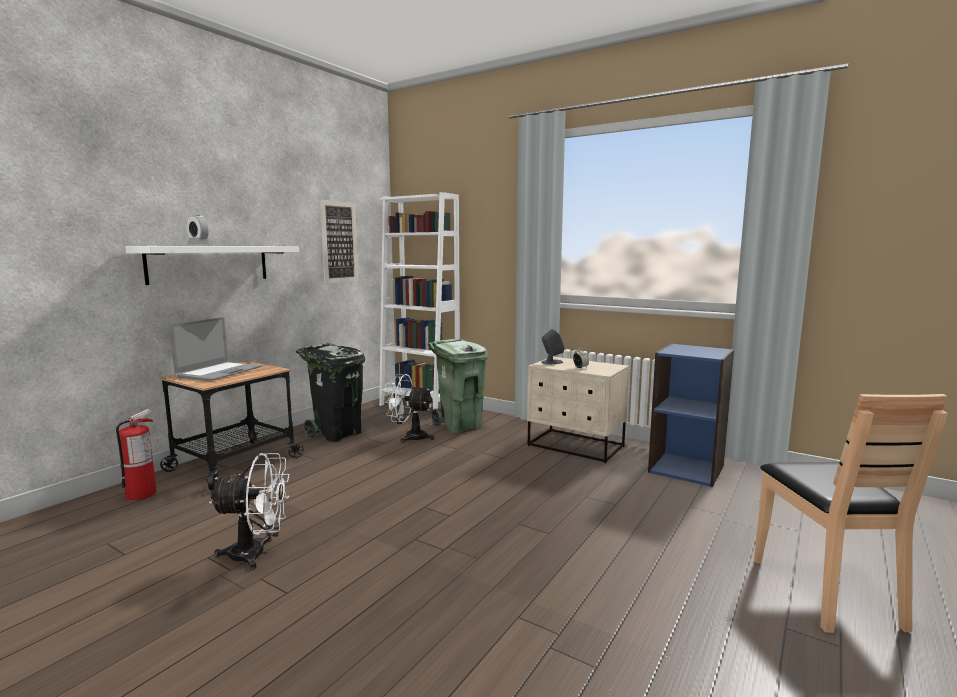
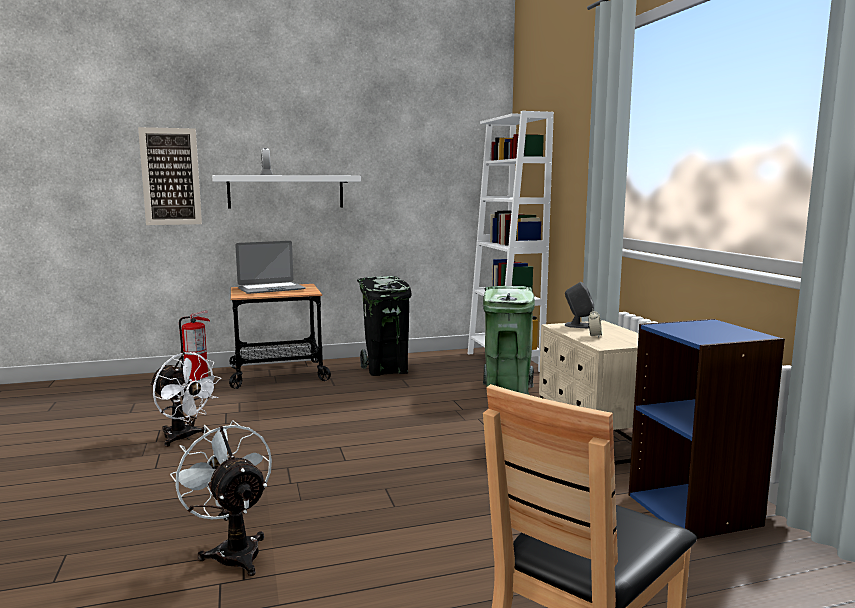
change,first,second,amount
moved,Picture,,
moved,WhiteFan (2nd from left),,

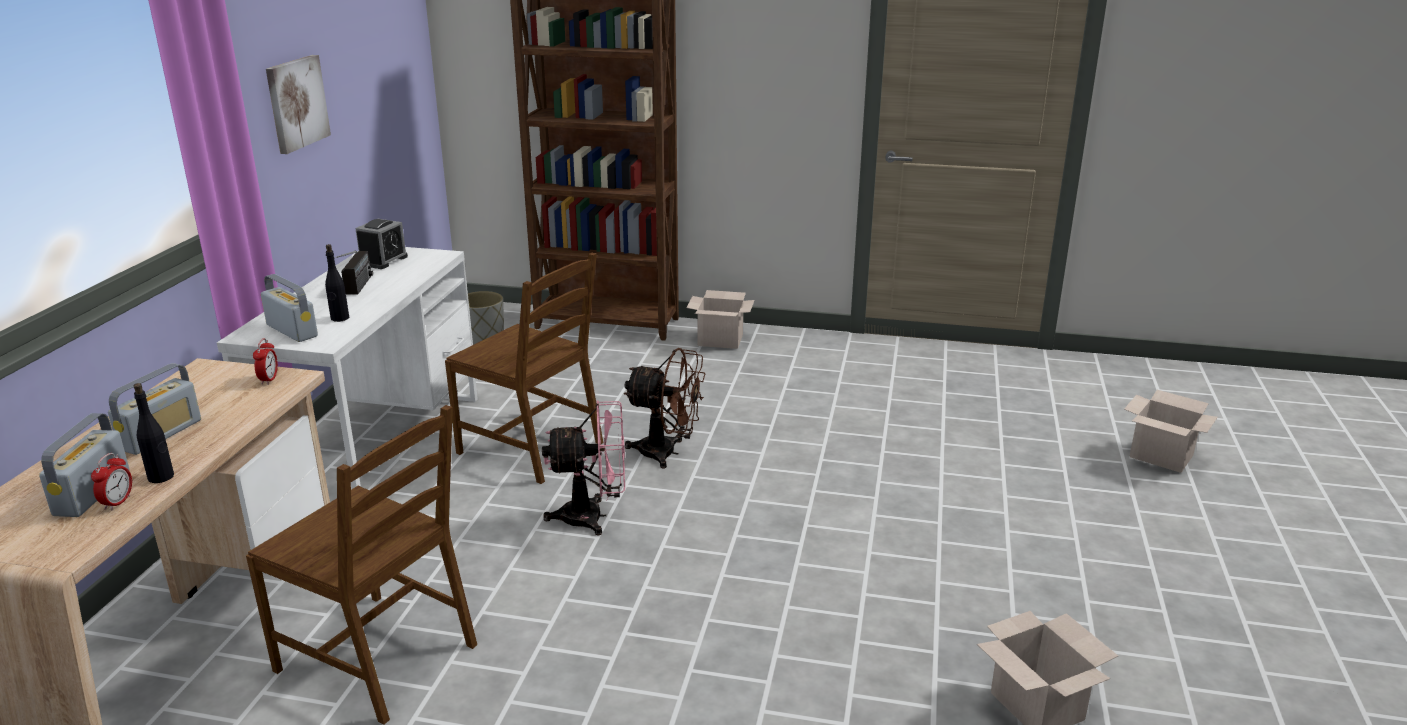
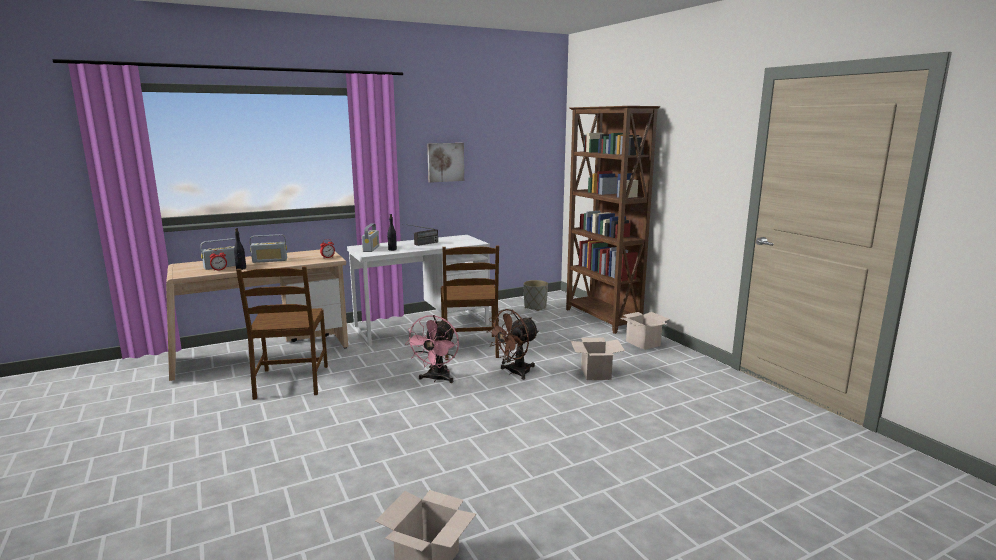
change,first,second,amount
removed,AlarmClock (3rd from left),,
turned,BrownFan,,75 degrees clockwise
moved,CardboardBox (3rd from left in the first image),CardboardBox (2nd from left),
turned,PinkFan,,60 degrees clockwise

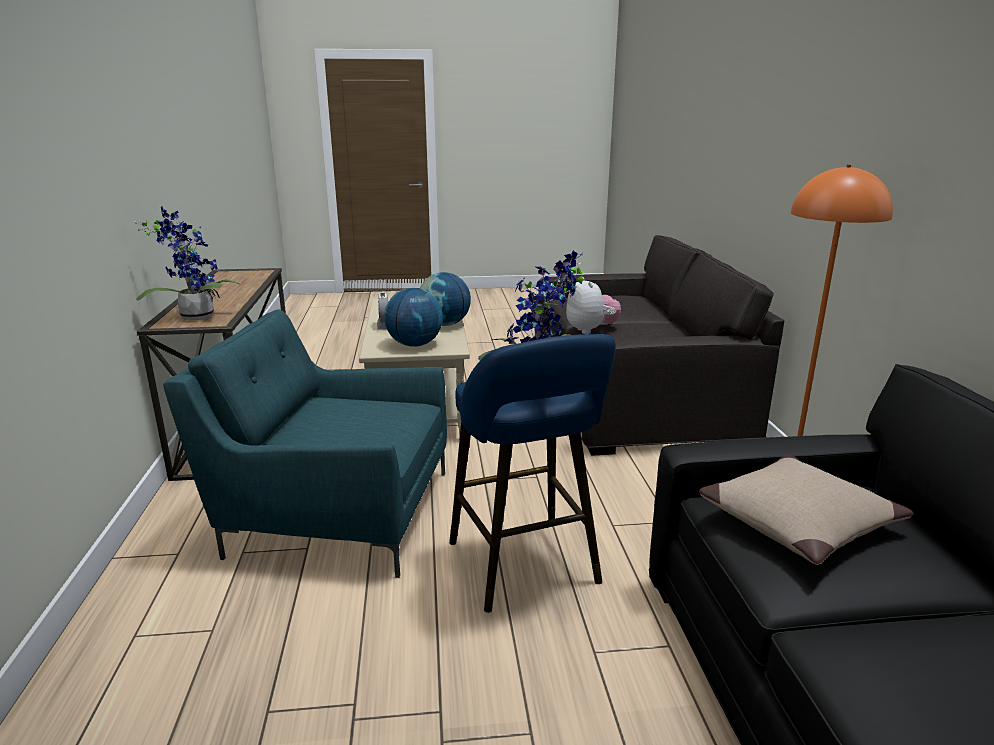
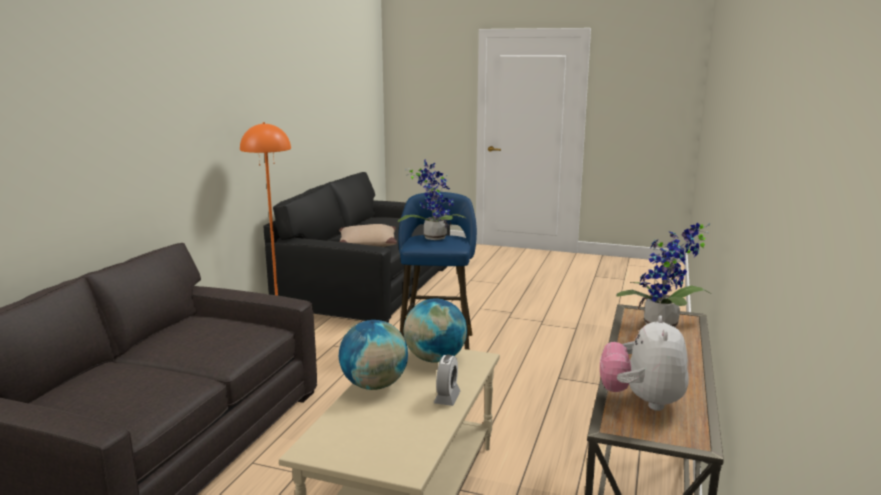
change,first,second,amount
moved,PlushToy,,
removed,TurquoiseArmchair,,

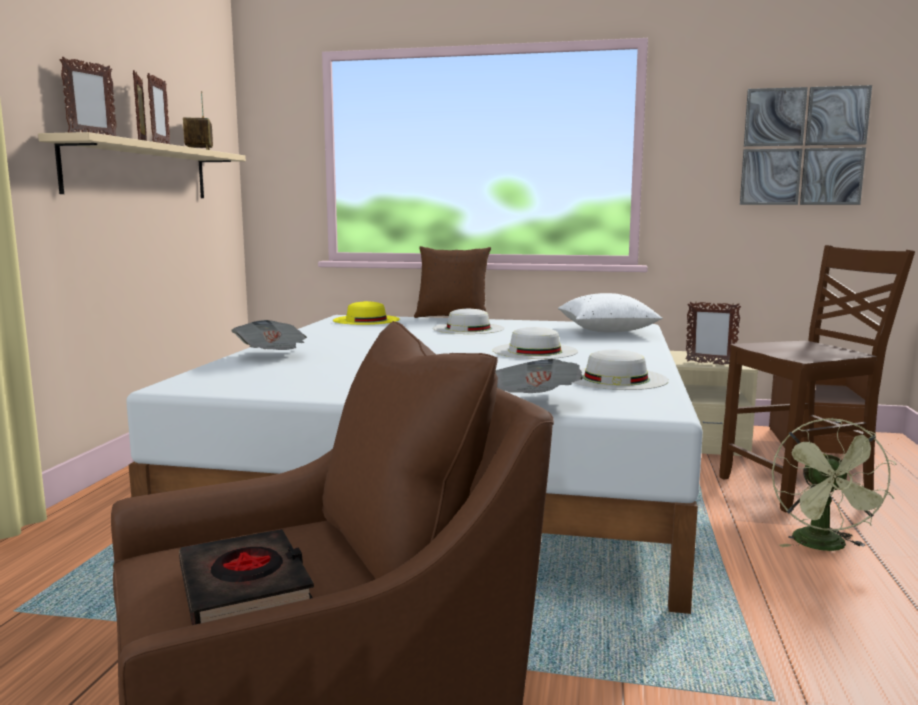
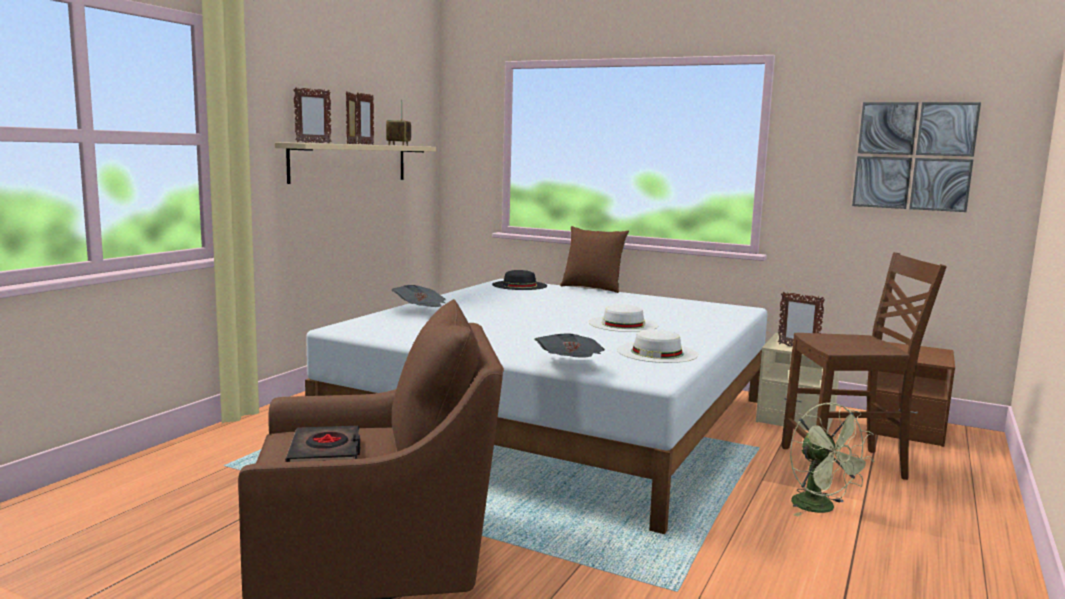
change,first,second,amount
removed,WhitePillow,,
recoloured,YellowHat,BlackHat,
removed,WhiteHat (1st from left),,
turned,GreenFan,,45 degrees counterclockwise

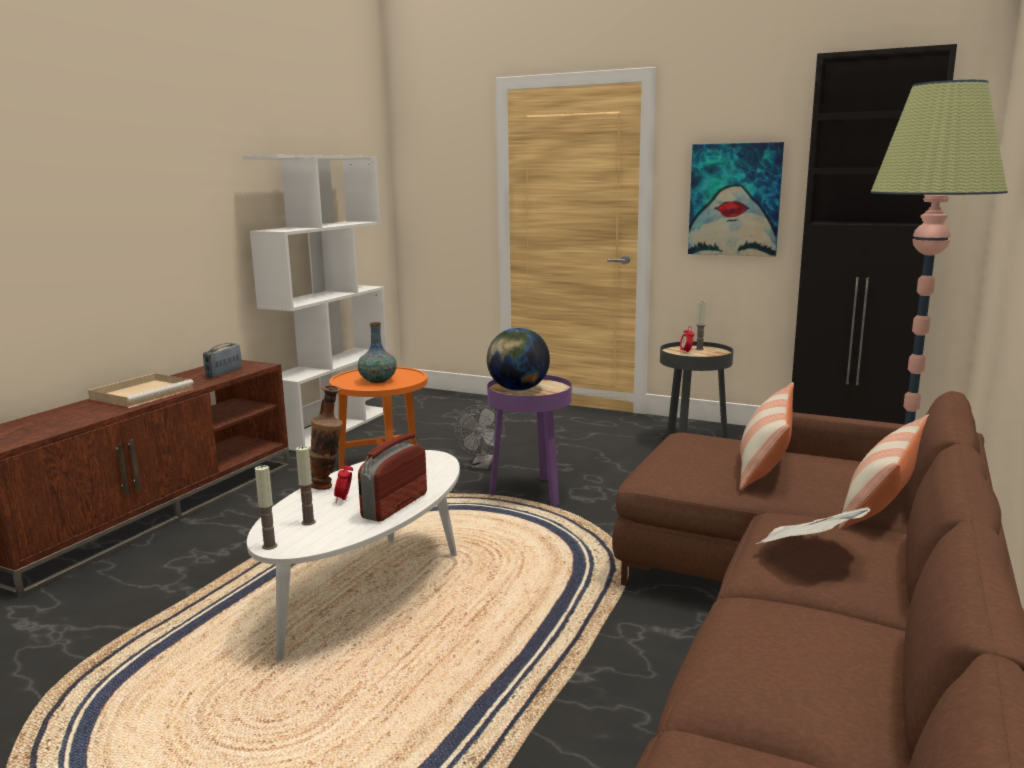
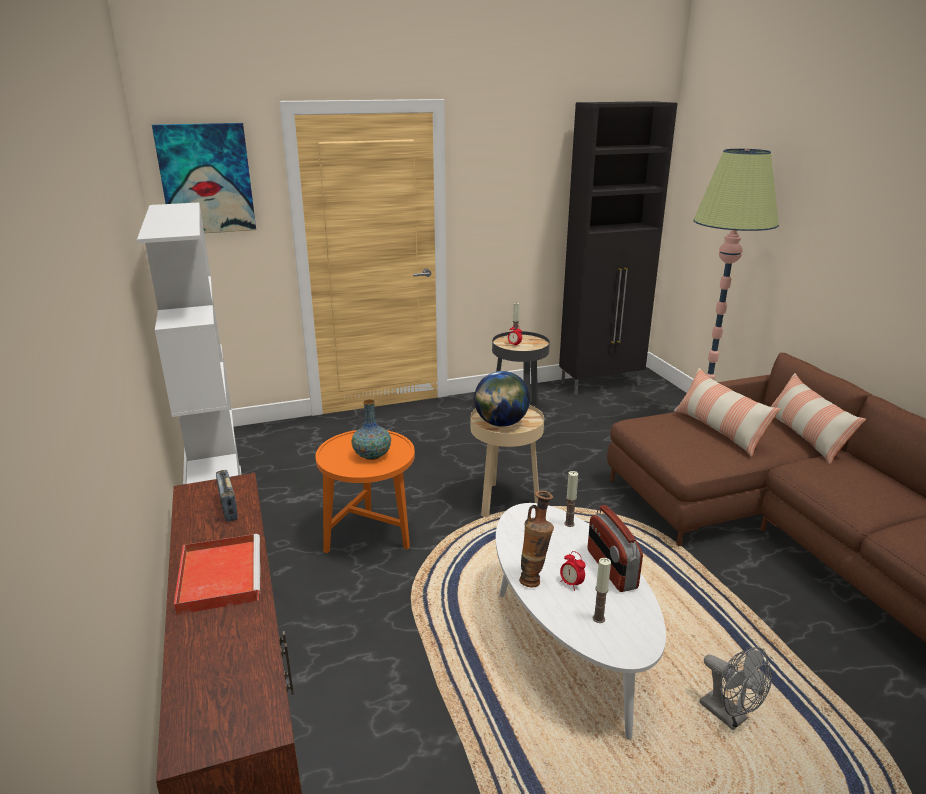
change,first,second,amount
moved,Picture,,
recoloured,BeigeTray,RedTray,
recoloured,PurpleSideTable,BeigeSideTable,
moved,GreyFan,,
moved,Candle (1st from left in the first image),Candle (2nd from left),
removed,Newspaper,,

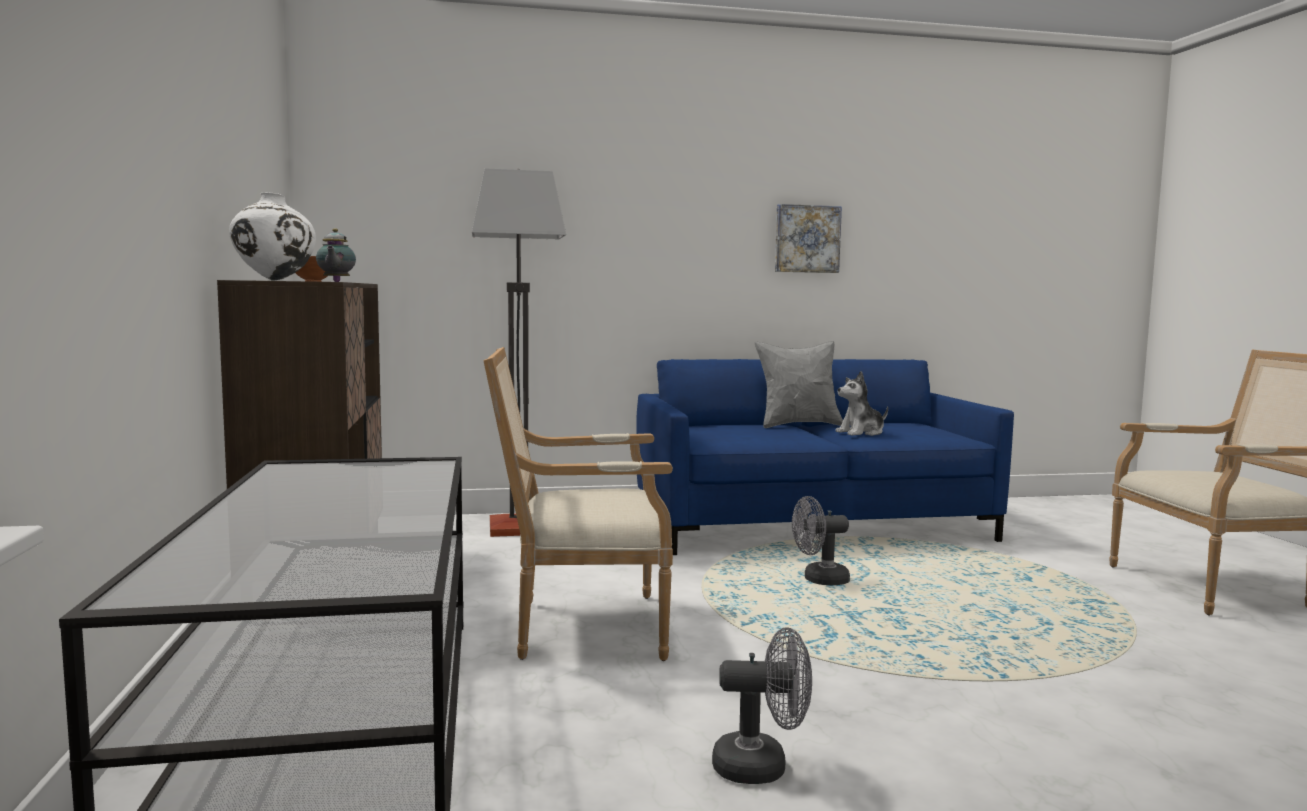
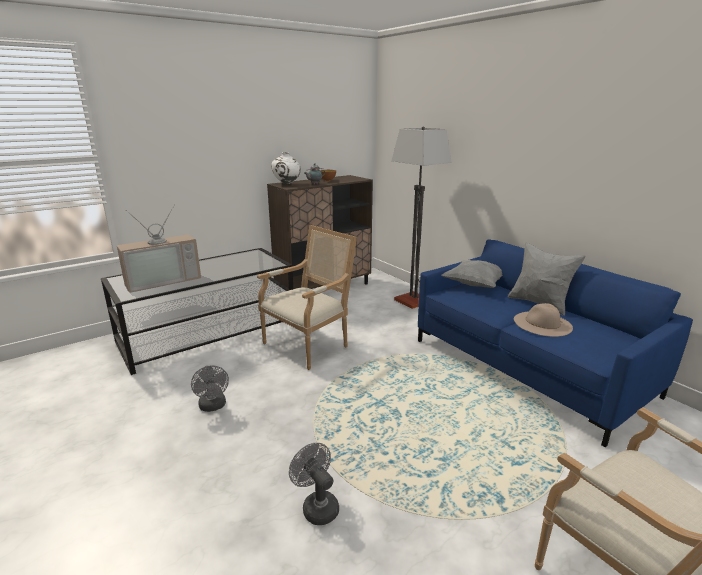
change,first,second,amount
removed,Picture,,
turned,Armchair (1st from left),,75 degrees clockwise
replaced,PlushToy,BeigeHat,
moved,GreyFan (2nd from left),,
added,,Television,
added,,GreyPillow (1st from left),

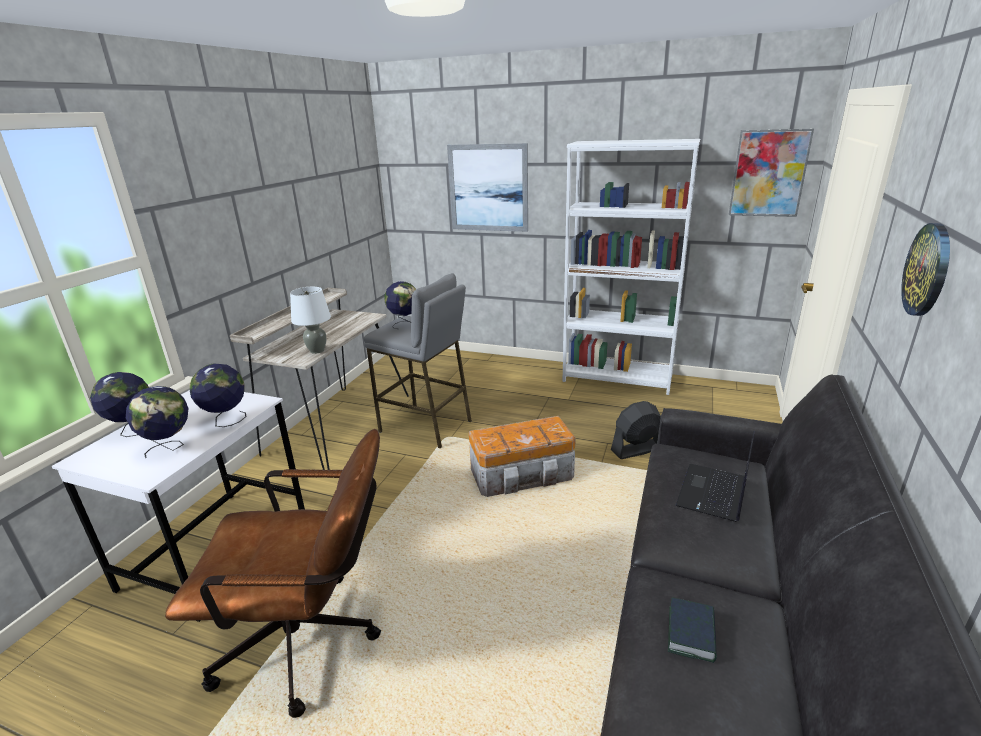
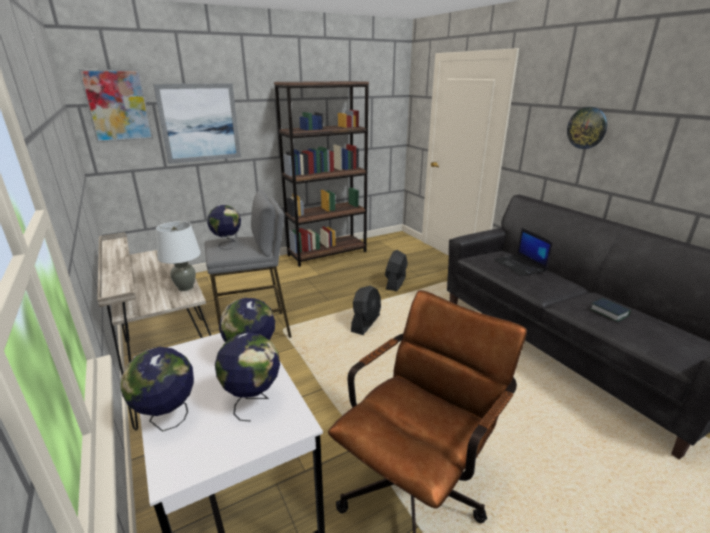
change,first,second,amount
moved,Picture (2nd from left in the first image),Picture (1st from left),
recoloured,WhiteBookcase,BrownBookcase,
replaced,StorageBox,BlackFan (1st from left),

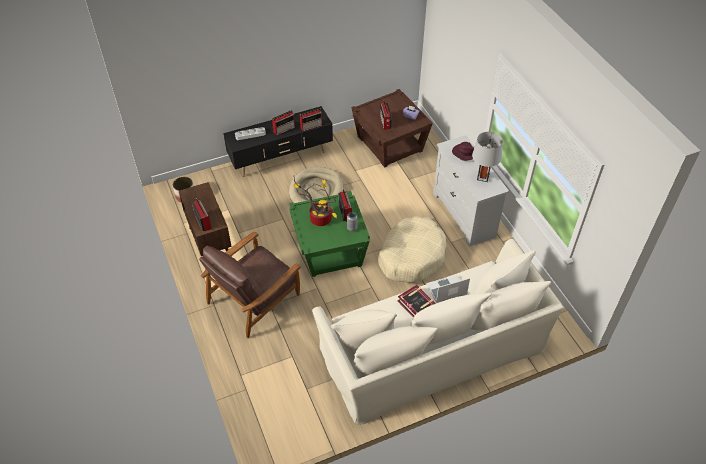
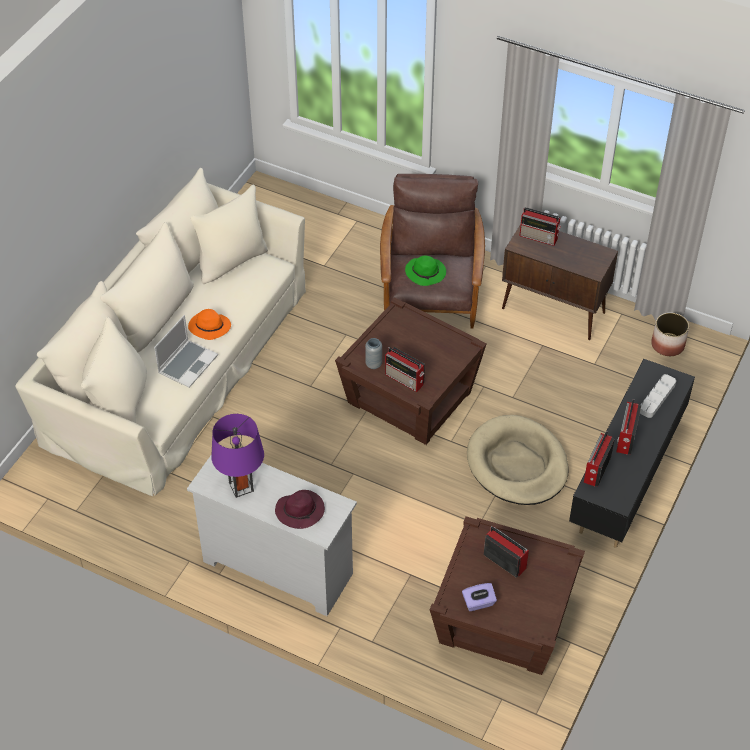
change,first,second,amount
recoloured,GreyTableLamp,PurpleTableLamp,
removed,PottedPlant,,
recoloured,GreenSideTable,BrownSideTable (1st from left),
removed,BeigeDogBed (2nd from left),,
replaced,Book,OrangeHat,
added,,GreenHat,

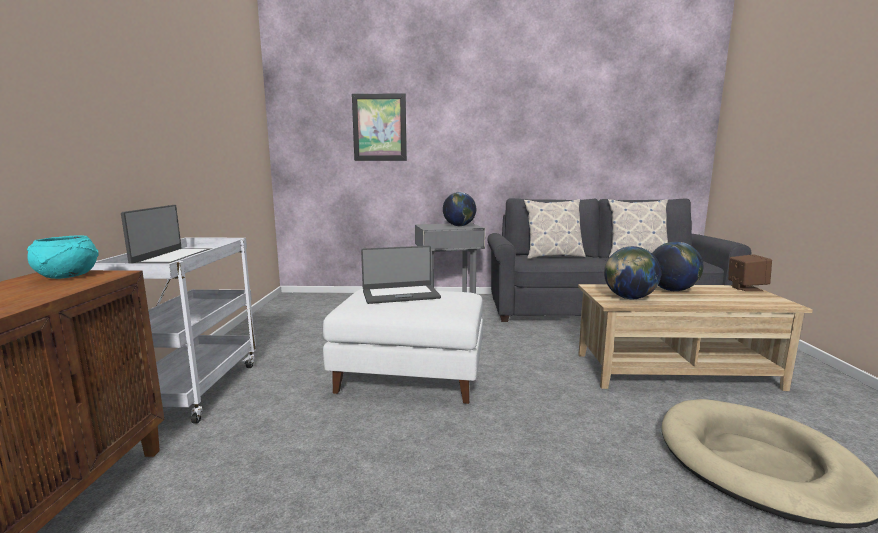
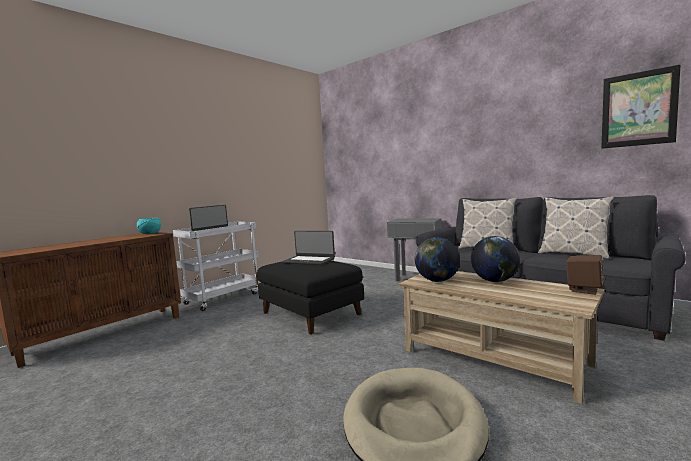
change,first,second,amount
moved,Picture,,
removed,Globe (1st from left),,
recoloured,WhiteOttoman,BlackOttoman,

